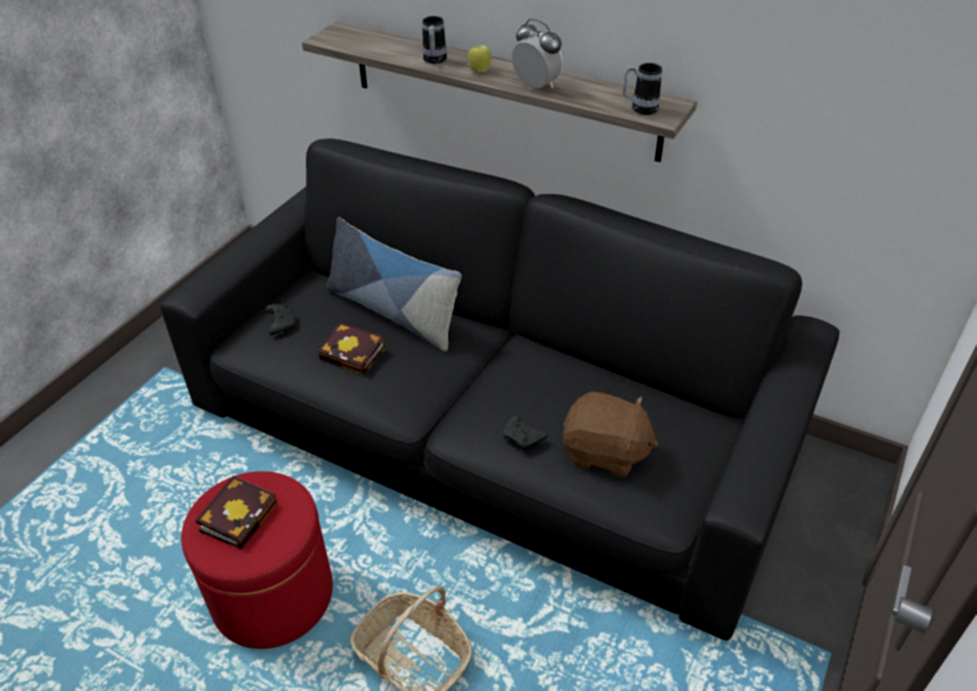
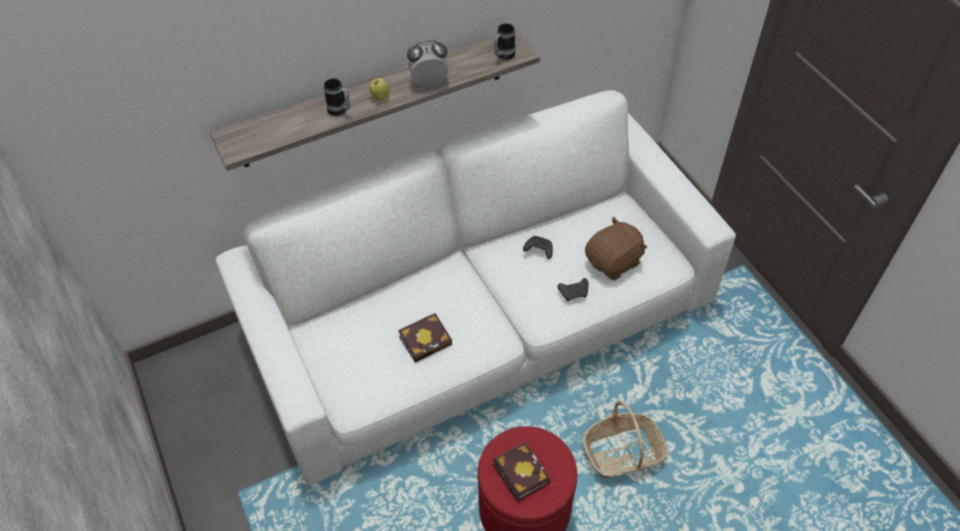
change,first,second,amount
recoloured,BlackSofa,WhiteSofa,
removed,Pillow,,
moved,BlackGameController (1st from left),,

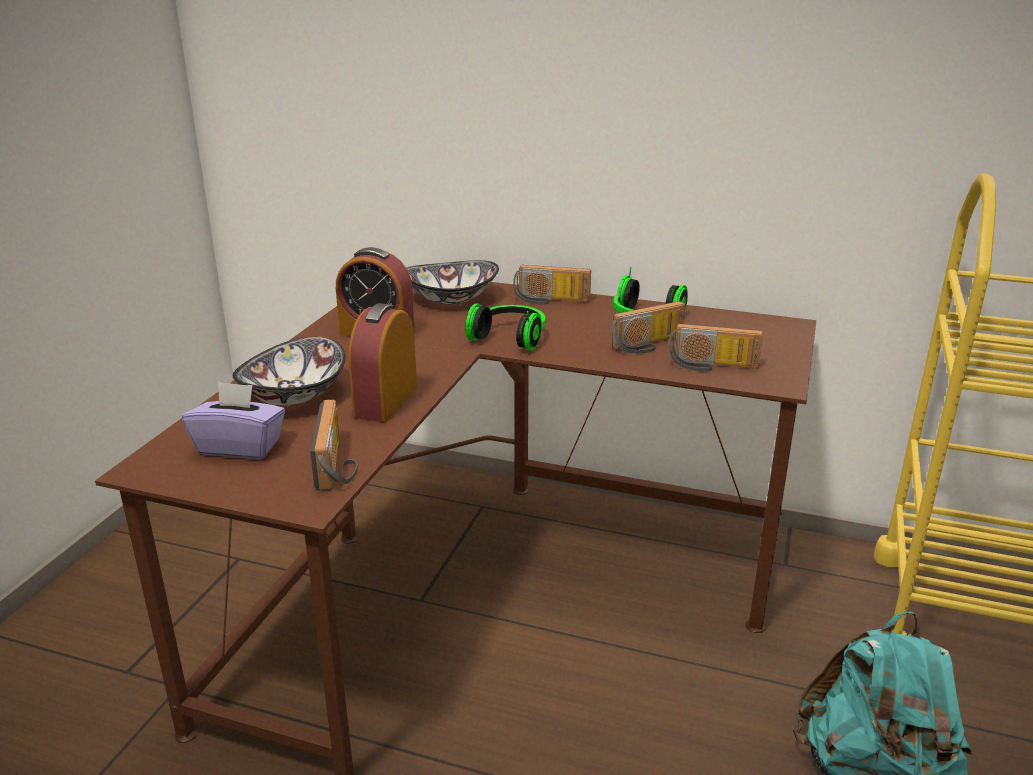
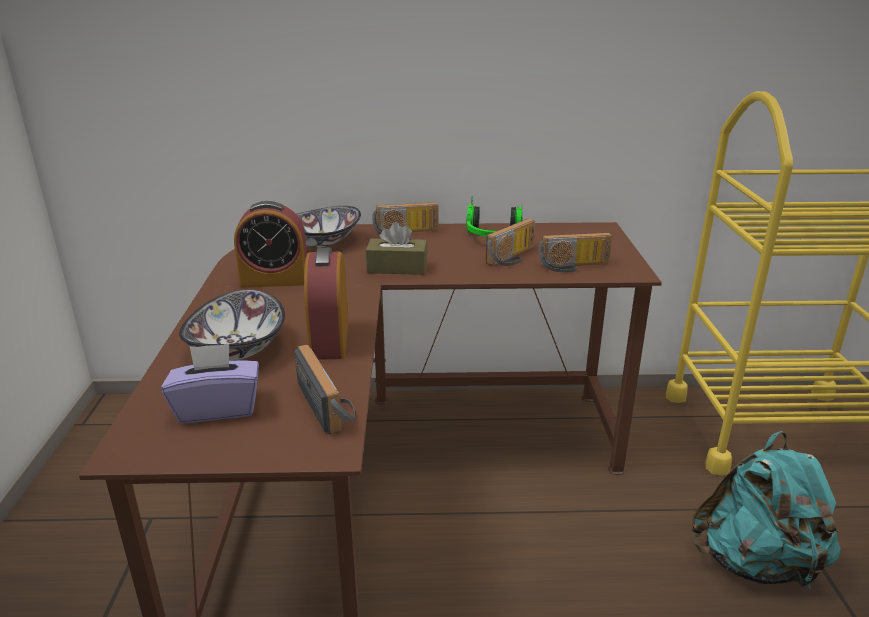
change,first,second,amount
replaced,Headphones (1st from left),BrownTissueBox,

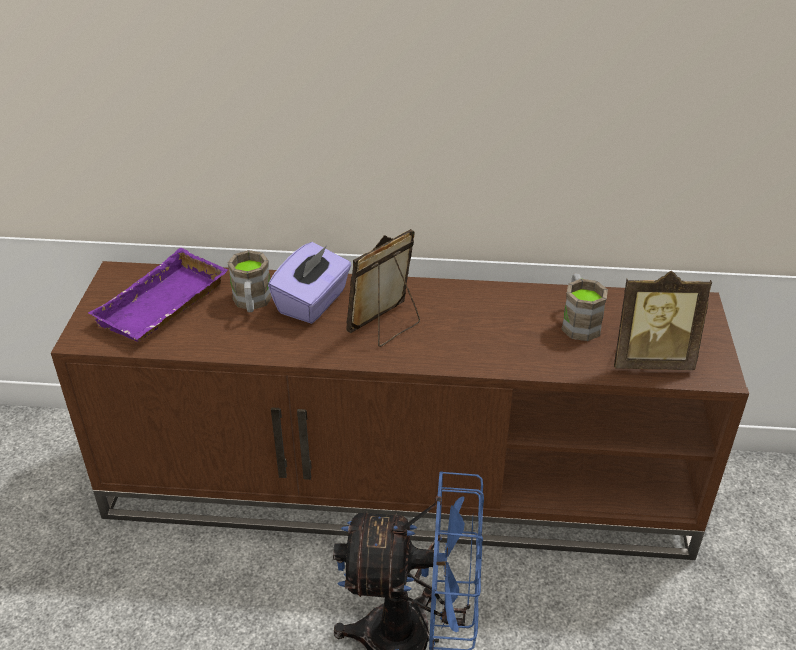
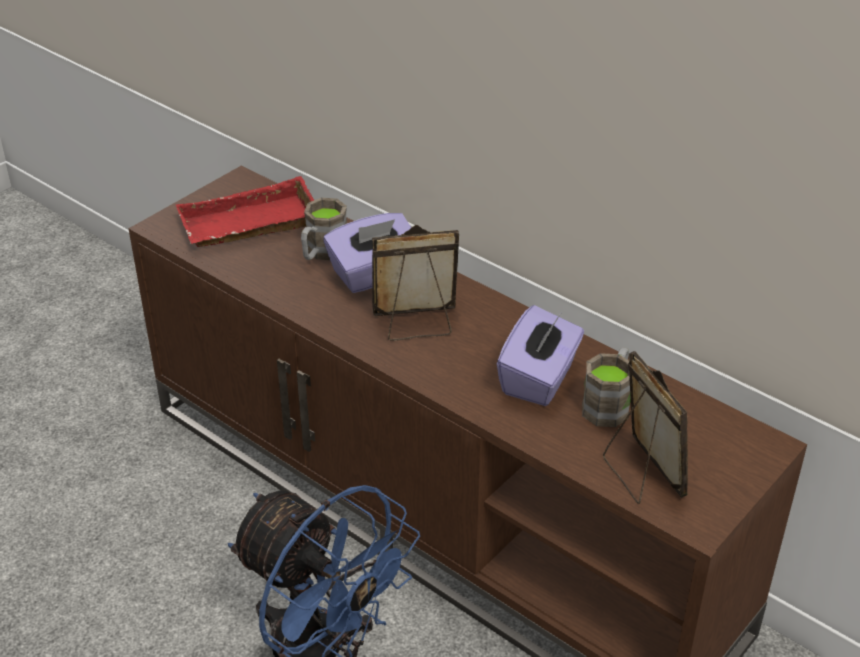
change,first,second,amount
recoloured,PurpleTray,RedTray,
turned,PictureFrame (2nd from left),,150 degrees counterclockwise
added,,PurpleTissueBox (2nd from left),

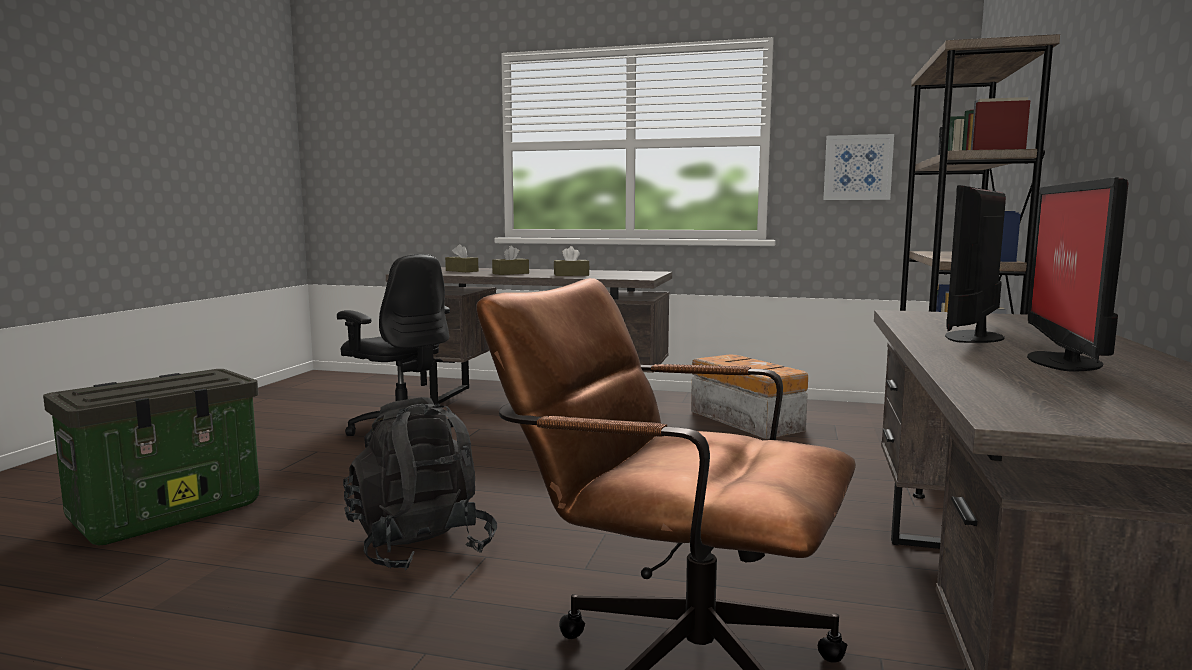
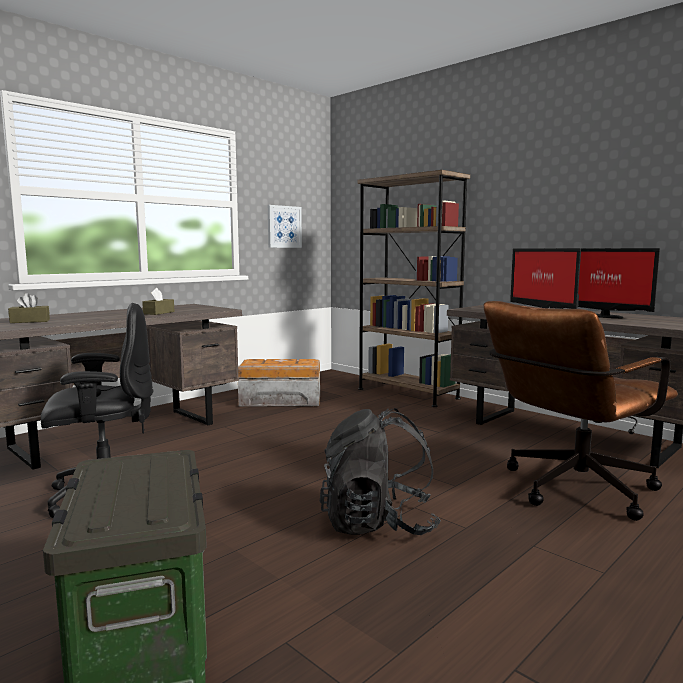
change,first,second,amount
removed,BrownTissueBox (2nd from left),,

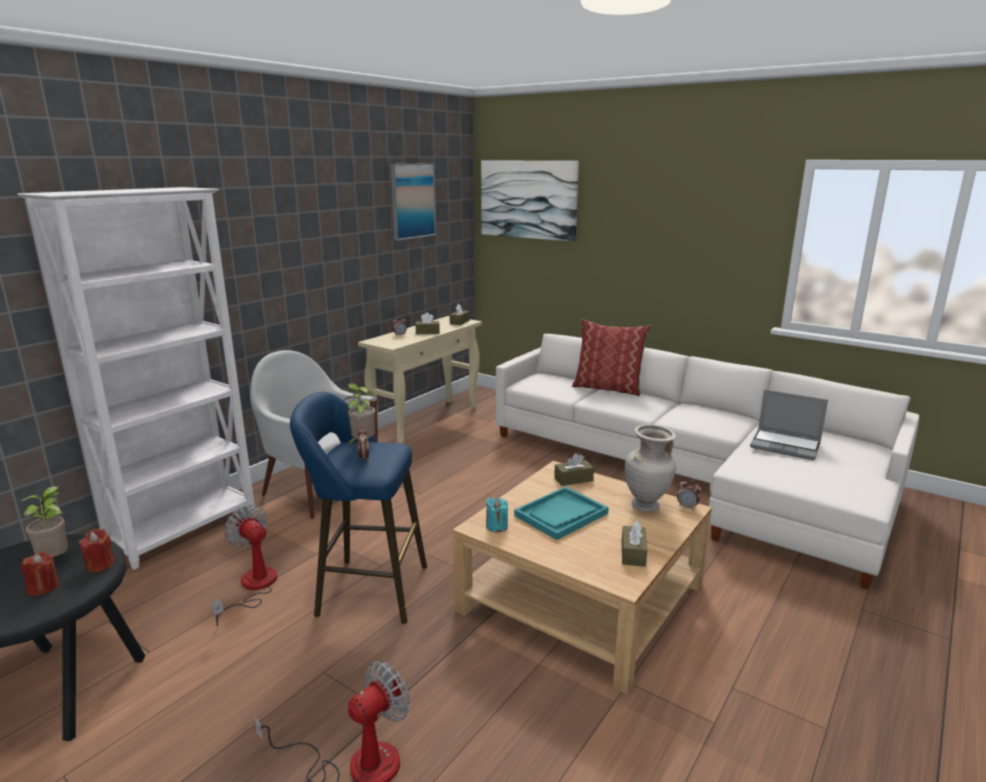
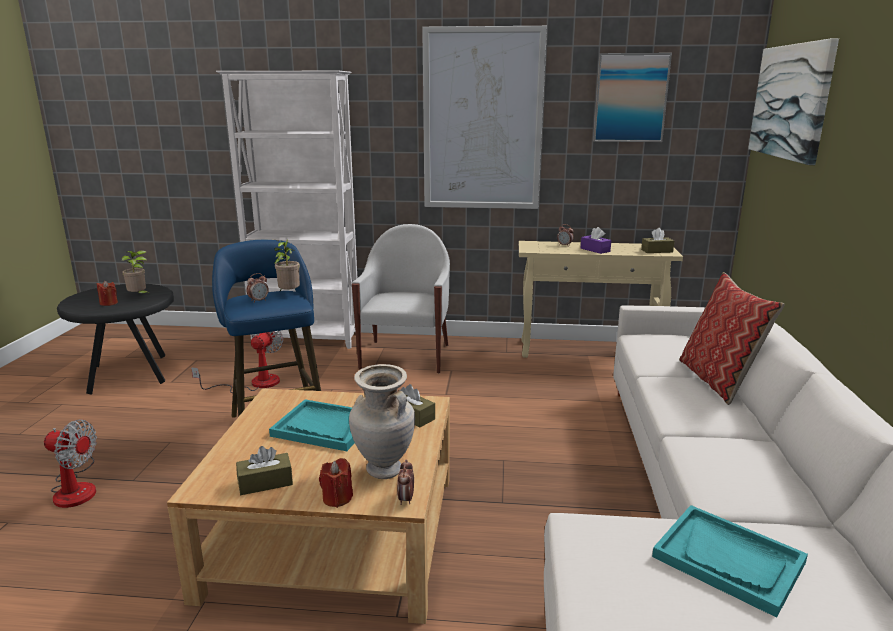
change,first,second,amount
recoloured,BrownTissueBox (1st from left),PurpleTissueBox,
replaced,Laptop,TurquoiseTray (2nd from left),
removed,TurquoiseCandle,,
moved,RedCandle (2nd from left),,
added,,Picture (1st from left),

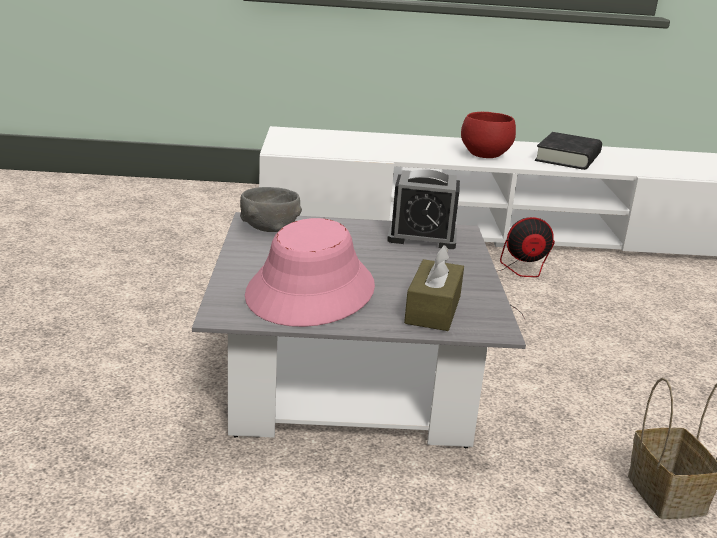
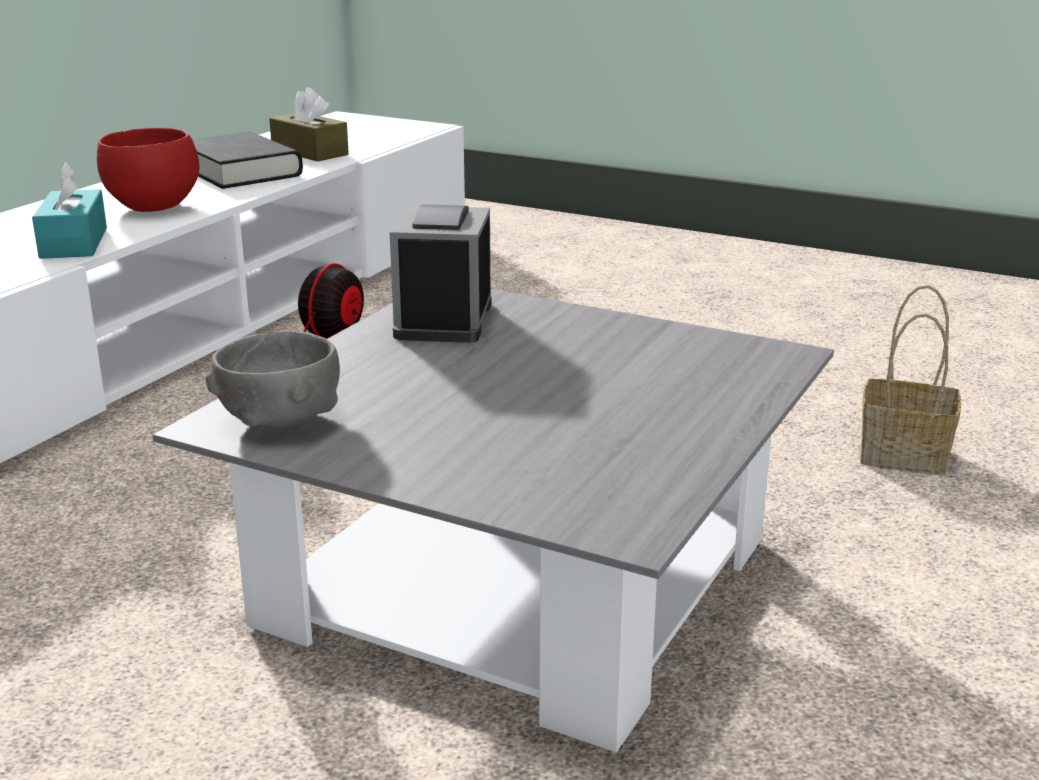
change,first,second,amount
turned,AlarmClock,,150 degrees clockwise
removed,PinkHat,,
moved,BrownTissueBox,,
added,,TurquoiseTissueBox,

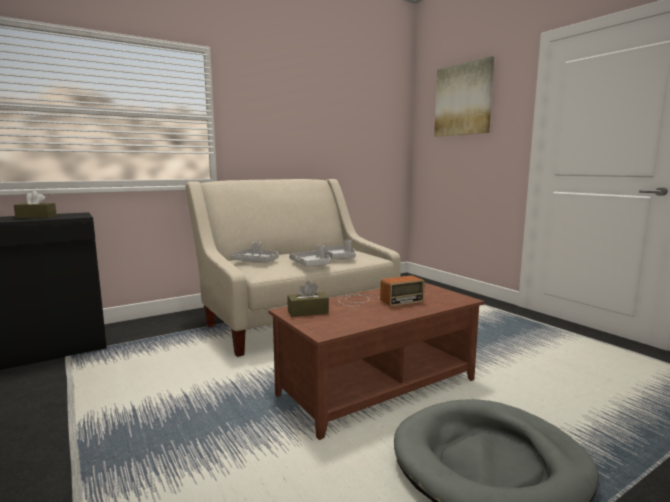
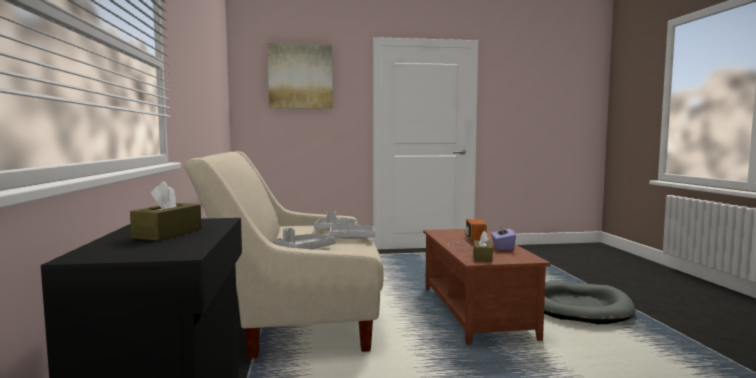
change,first,second,amount
added,,PurpleTissueBox,

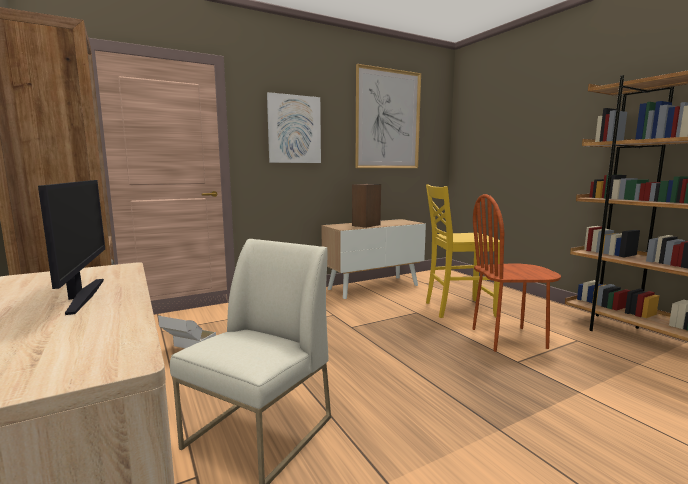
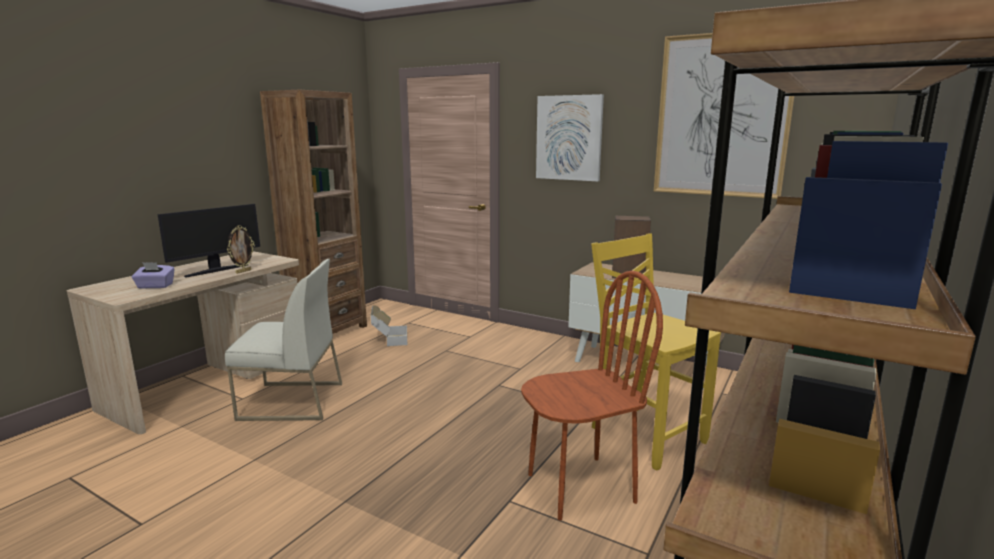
change,first,second,amount
turned,BrownChair,,105 degrees clockwise
added,,PictureFrame,
added,,PurpleTissueBox,

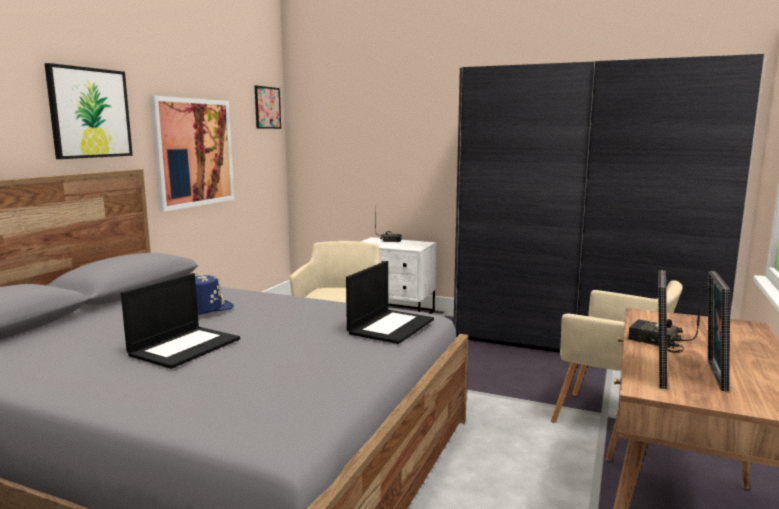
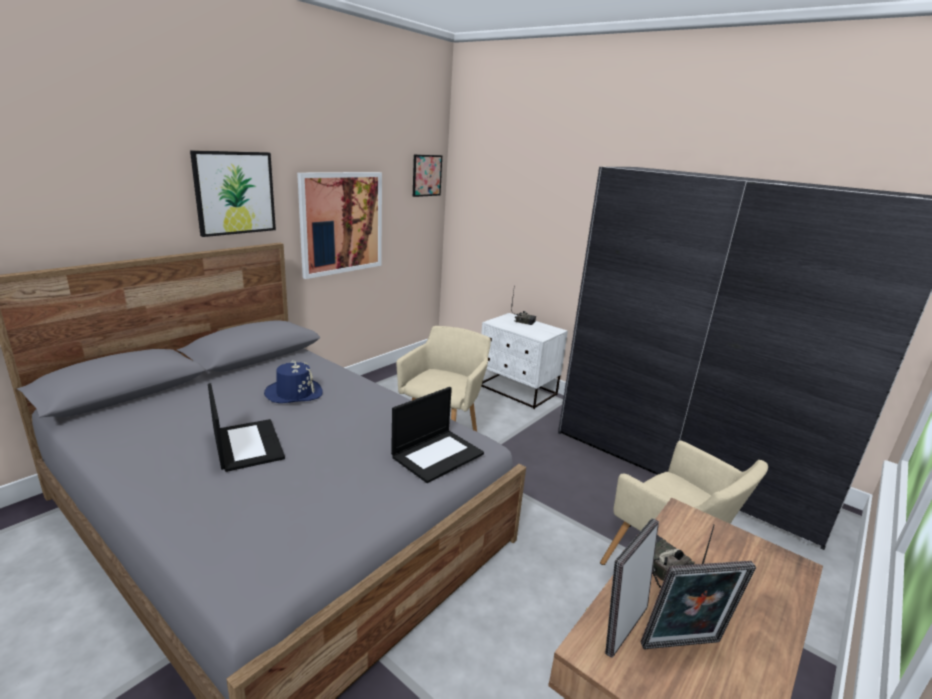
change,first,second,amount
turned,PictureFrame (2nd from left),,135 degrees counterclockwise
turned,Laptop (1st from left),,75 degrees counterclockwise

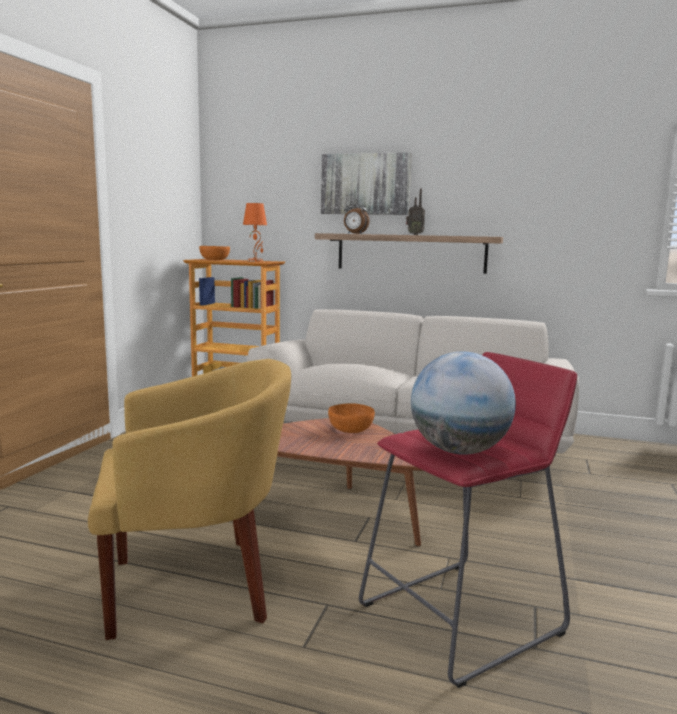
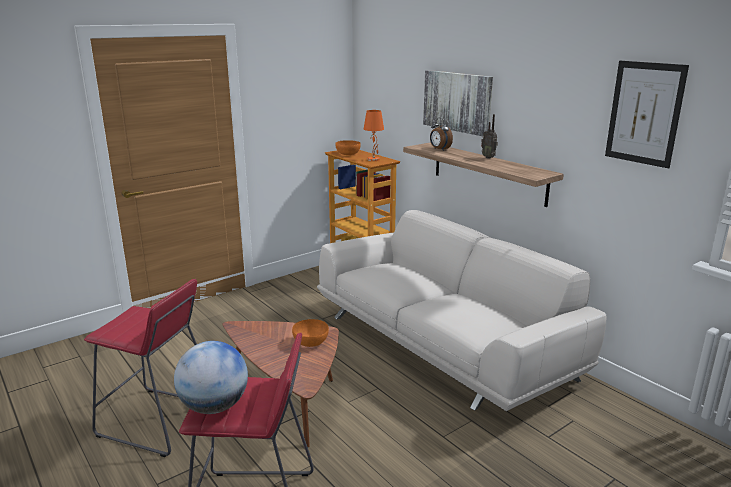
change,first,second,amount
replaced,YellowArmchair,RedStool (1st from left),
added,,Picture (2nd from left),

